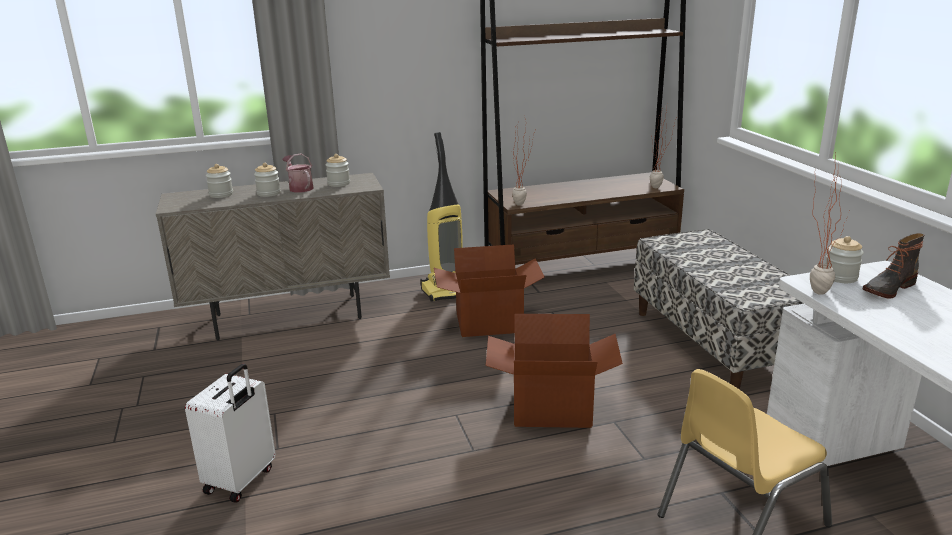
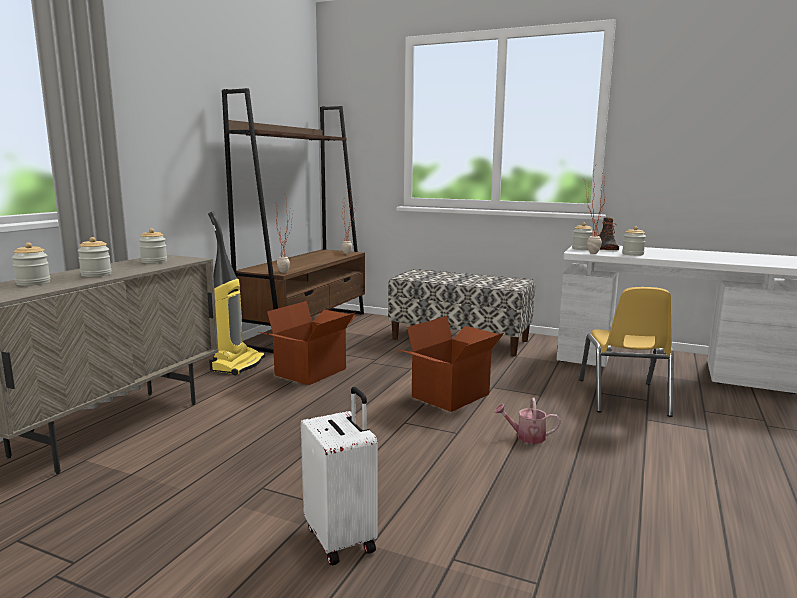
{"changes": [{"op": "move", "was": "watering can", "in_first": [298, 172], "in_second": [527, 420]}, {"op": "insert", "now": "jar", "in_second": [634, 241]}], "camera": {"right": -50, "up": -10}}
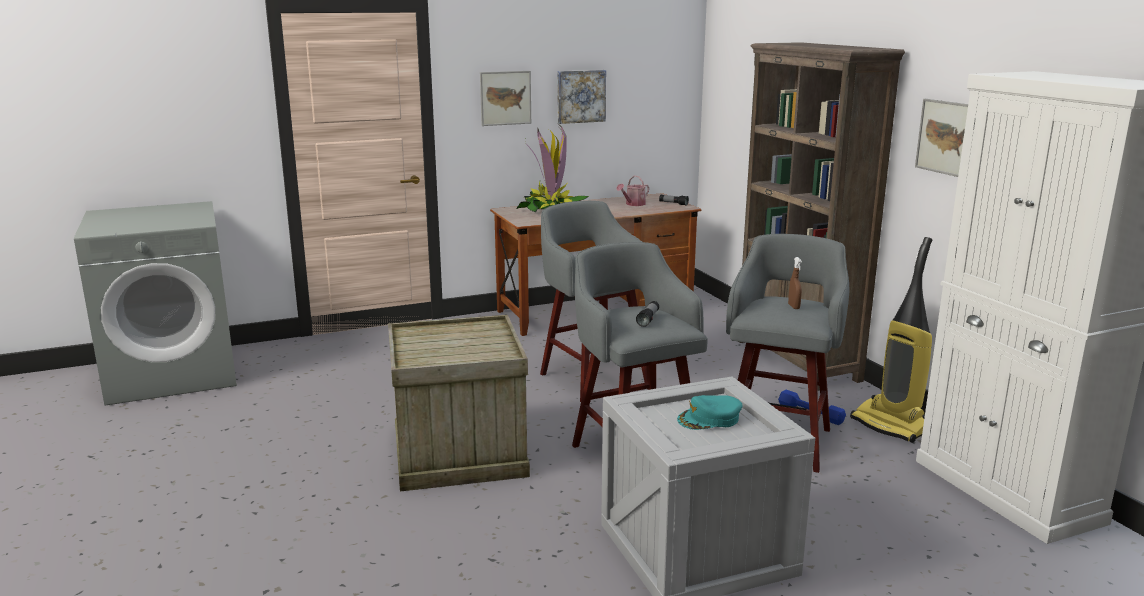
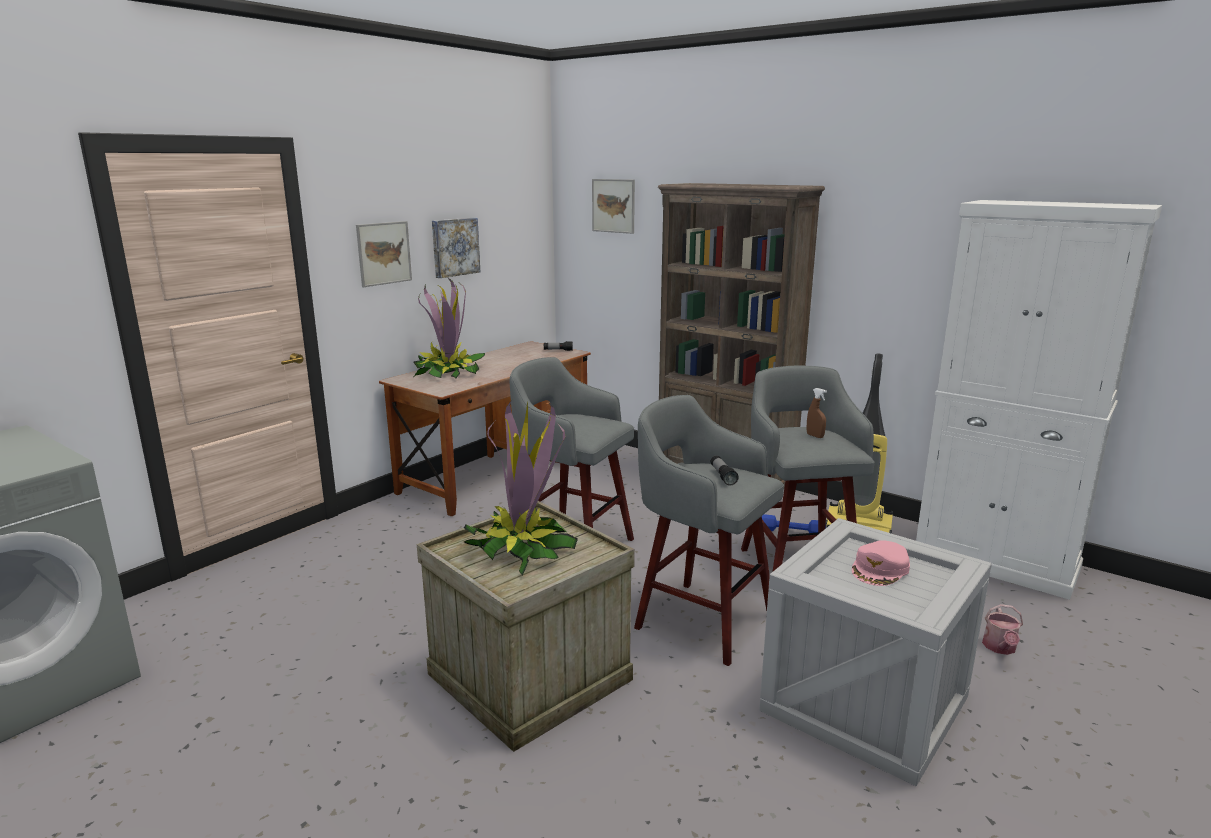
{"changes": [{"op": "insert", "now": "potted plant", "in_second": [521, 488]}, {"op": "move", "was": "picture", "in_first": [941, 138], "in_second": [613, 206]}, {"op": "recolor", "was": "turquoise cap", "now": "pink cap", "in_first": [710, 412], "in_second": [881, 563]}, {"op": "move", "was": "watering can", "in_first": [632, 190], "in_second": [1002, 629]}], "camera": {"right": -30, "up": 0}}
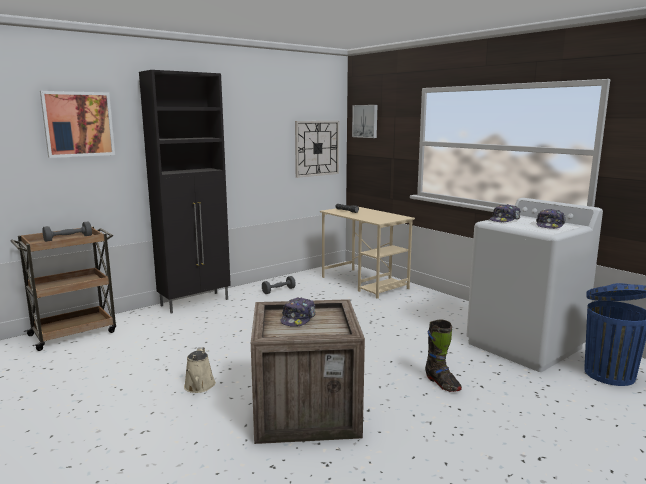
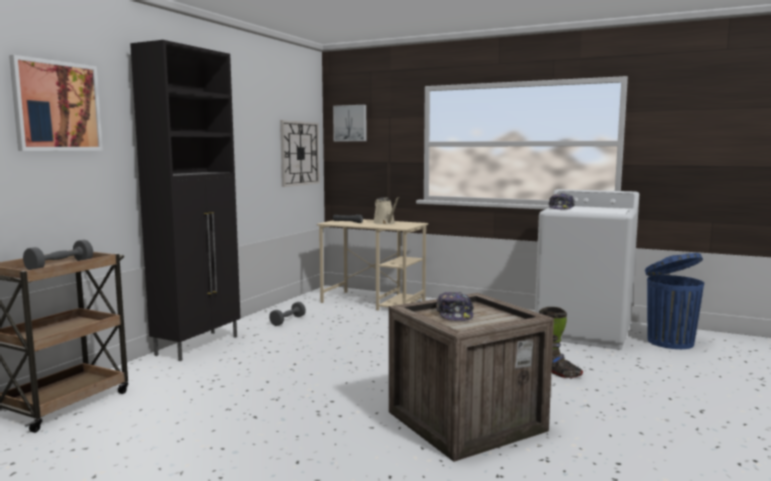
{"changes": [{"op": "move", "was": "beige watering can", "in_first": [200, 370], "in_second": [386, 210]}, {"op": "delete", "was": "cap", "in_first": [550, 219]}], "camera": {"right": -25, "up": -5}}
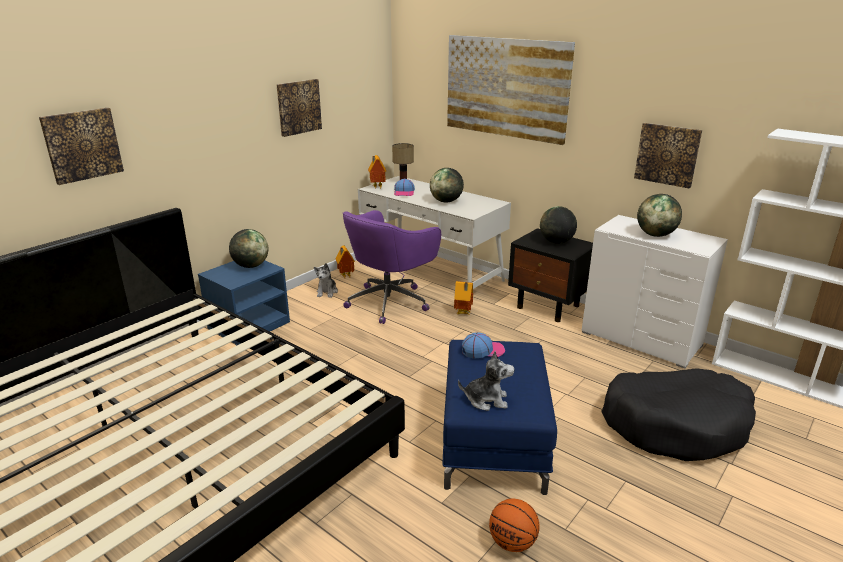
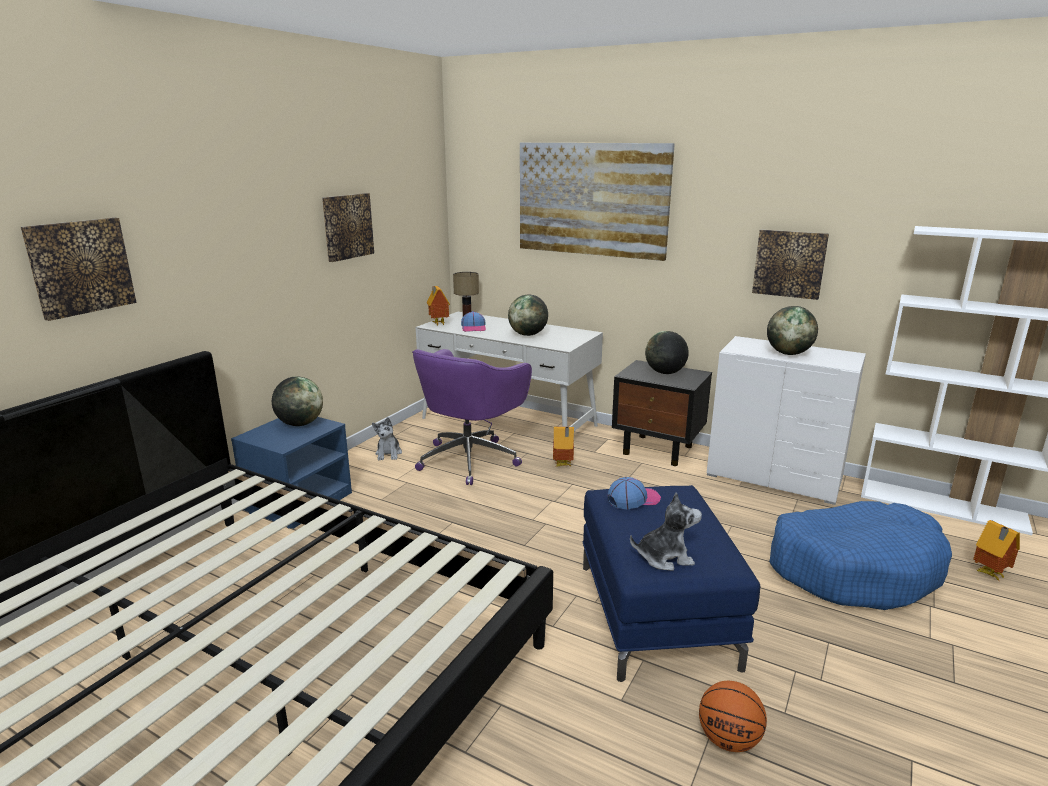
{"changes": [{"op": "recolor", "was": "black dog bed", "now": "blue dog bed", "in_first": [678, 414], "in_second": [861, 555]}, {"op": "move", "was": "toy house", "in_first": [345, 261], "in_second": [996, 551]}], "camera": {"right": -10, "up": -5}}
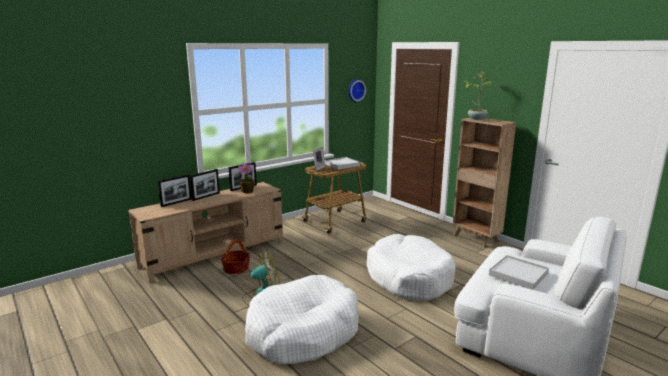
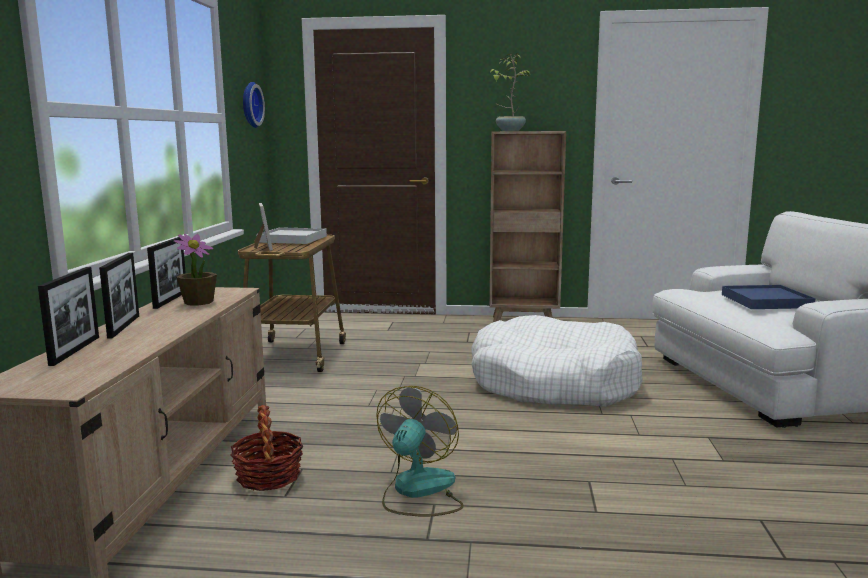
{"changes": [{"op": "recolor", "was": "white tray", "now": "blue tray", "in_first": [519, 272], "in_second": [769, 297]}, {"op": "delete", "was": "white dog bed", "in_first": [302, 319]}], "camera": {"right": -45, "up": -5}}
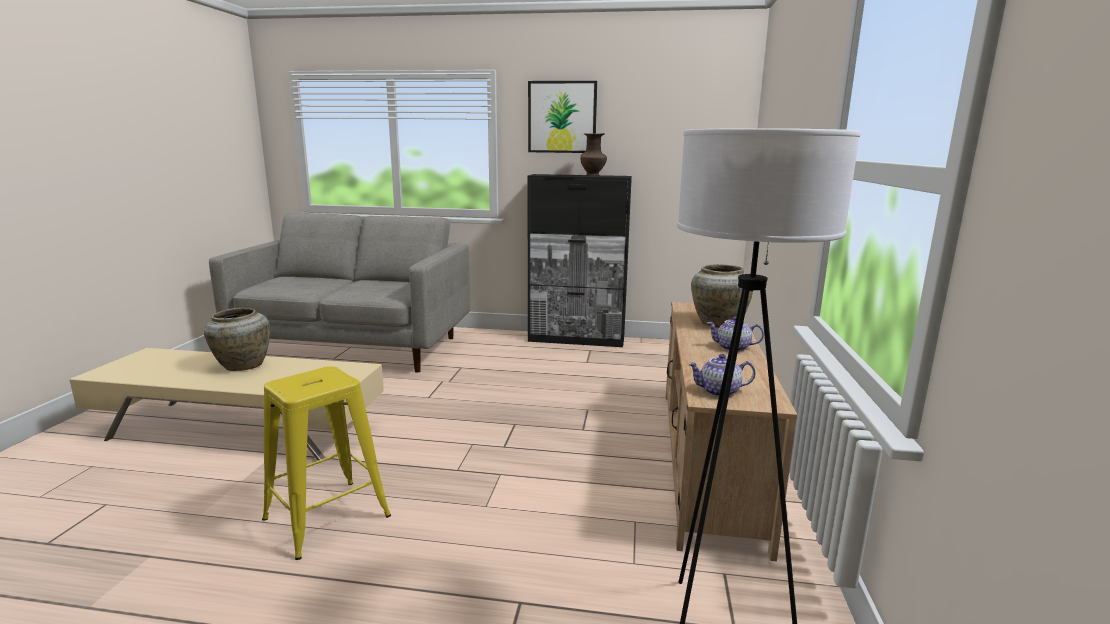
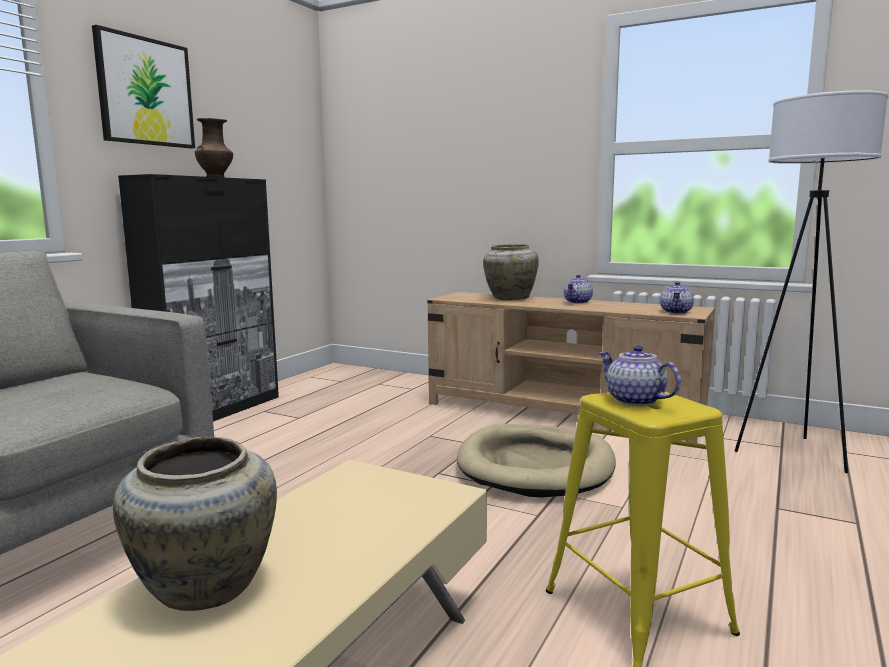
{"changes": [{"op": "insert", "now": "beige dog bed", "in_second": [536, 461]}, {"op": "insert", "now": "teapot", "in_second": [639, 375]}], "camera": {"right": -70, "up": -5}}
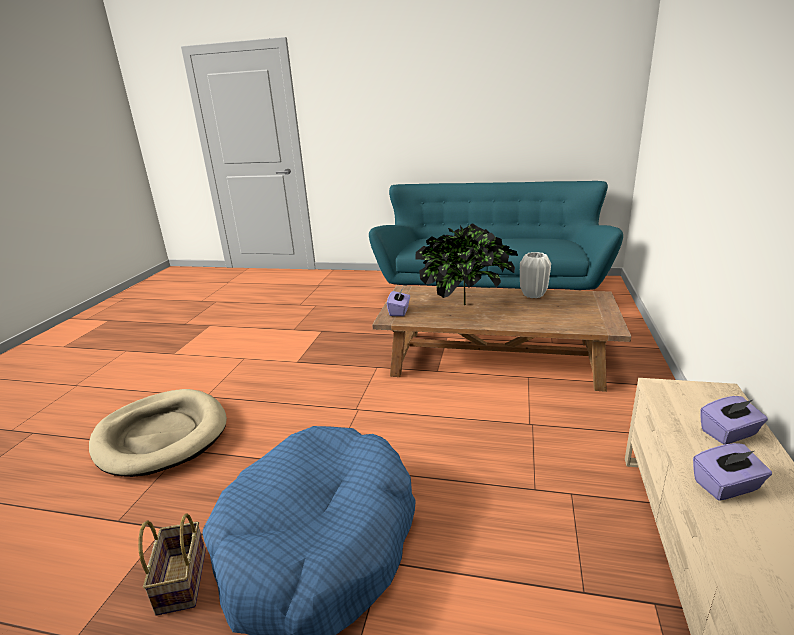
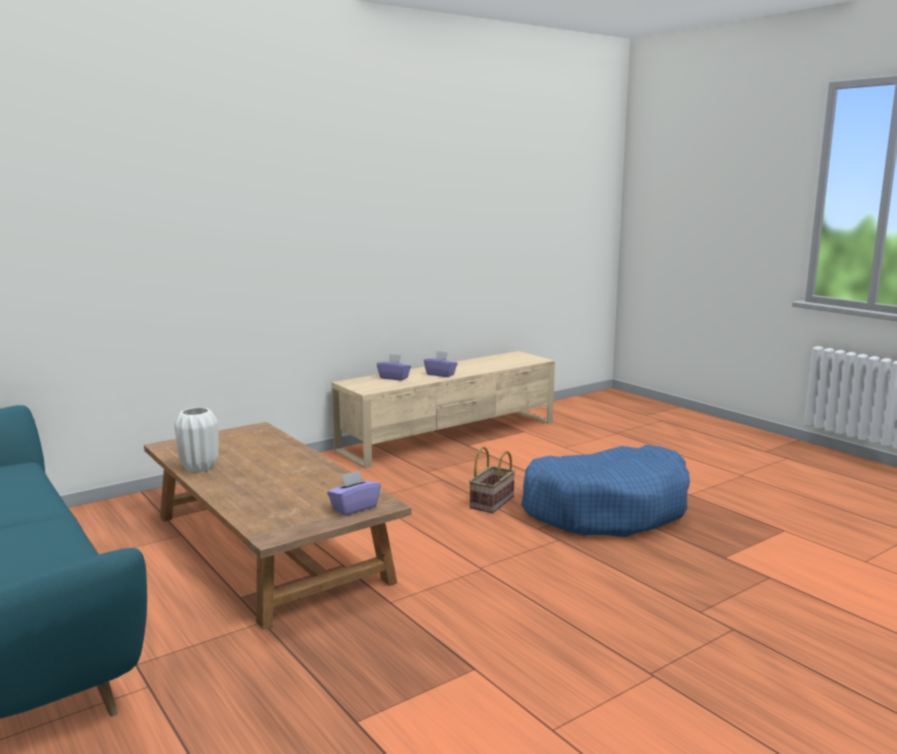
{"changes": [{"op": "move", "was": "basket", "in_first": [172, 564], "in_second": [492, 480]}, {"op": "delete", "was": "beige dog bed", "in_first": [158, 433]}, {"op": "delete", "was": "potted plant", "in_first": [466, 264]}], "camera": {"right": -140, "up": -10}}
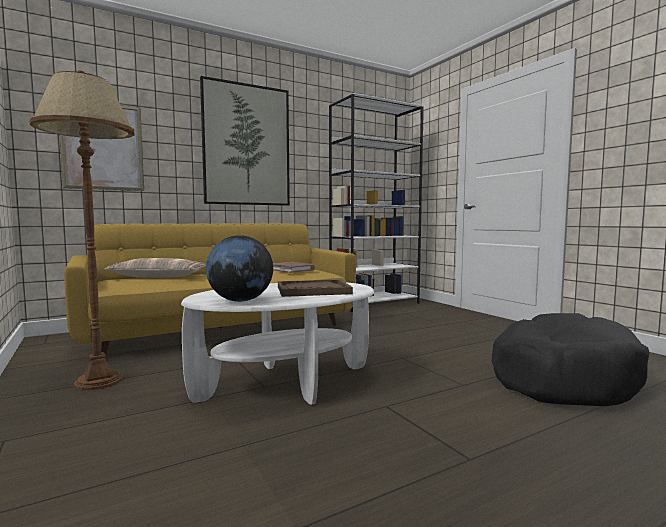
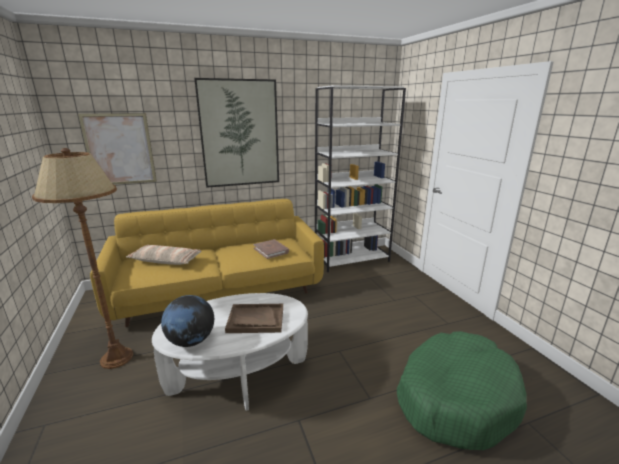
{"changes": [{"op": "recolor", "was": "black dog bed", "now": "green dog bed", "in_first": [571, 359], "in_second": [462, 390]}], "camera": {"right": 10, "up": 15}}
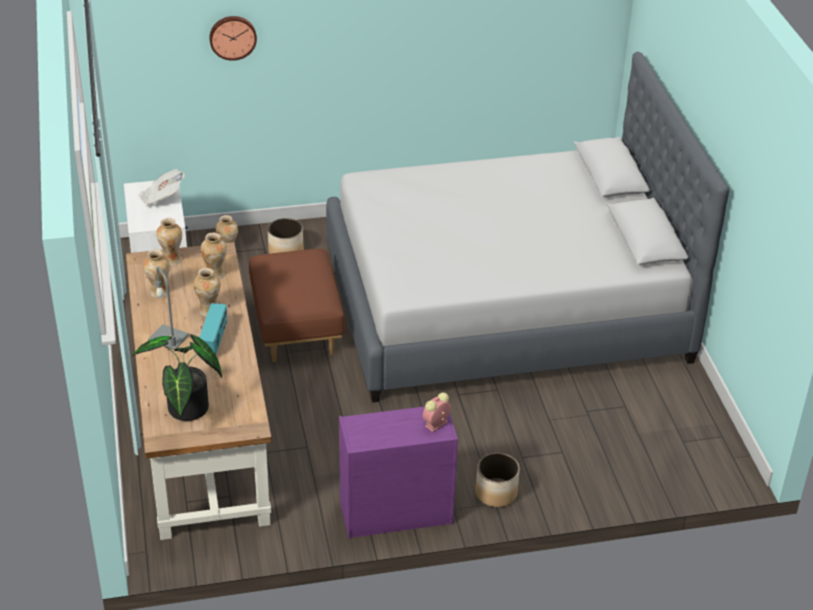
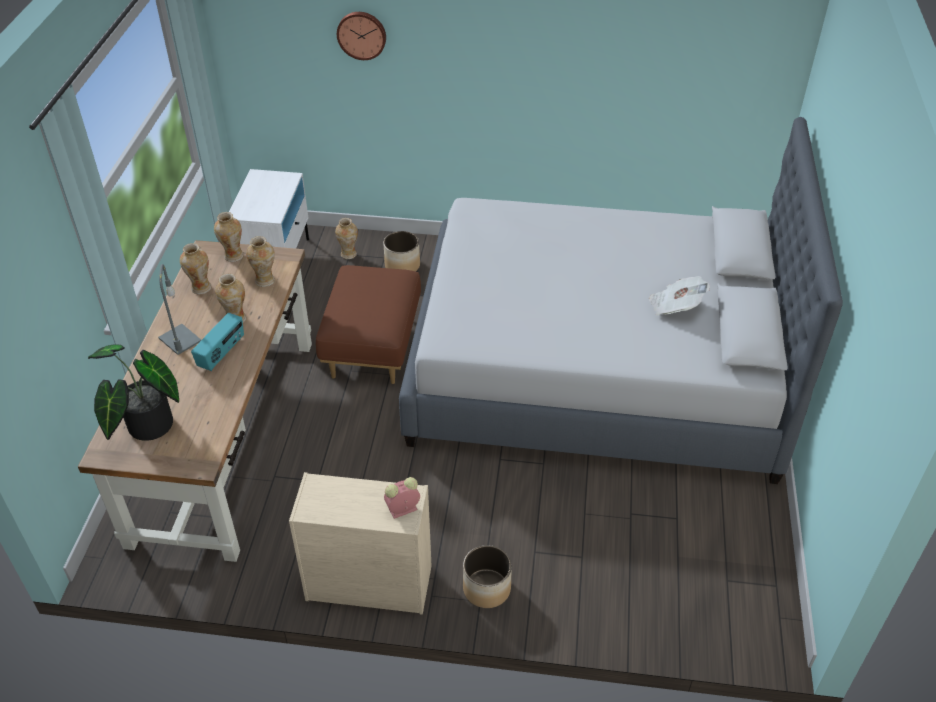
{"changes": [{"op": "recolor", "was": "purple dresser", "now": "beige dresser", "in_first": [398, 472], "in_second": [360, 543]}, {"op": "move", "was": "newspaper", "in_first": [162, 187], "in_second": [679, 295]}], "camera": {"right": 20, "up": 5}}
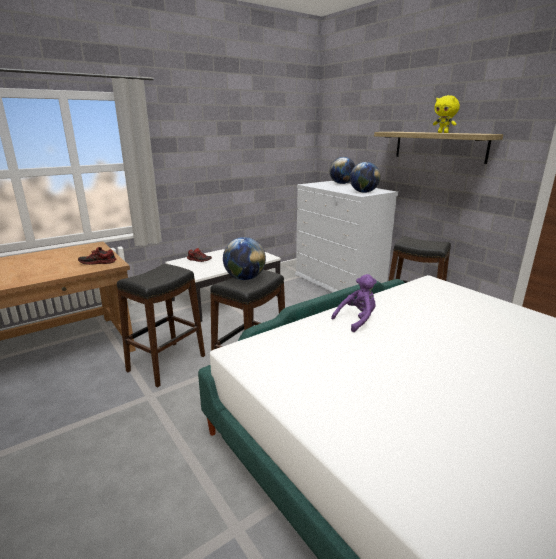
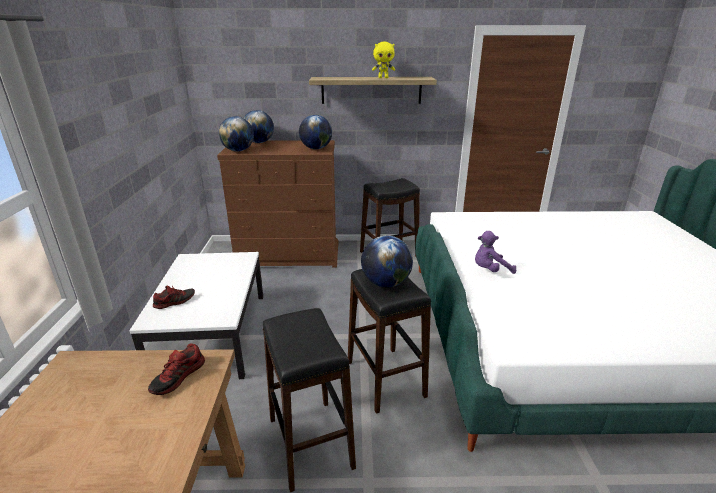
{"changes": [{"op": "recolor", "was": "white dresser", "now": "brown dresser", "in_first": [346, 236], "in_second": [278, 204]}, {"op": "insert", "now": "globe", "in_second": [236, 134]}, {"op": "rotate", "was": "purple plush toy", "in_first": [354, 303], "in_second": [495, 252], "clockwise": -105}], "camera": {"right": -55, "up": 5}}
